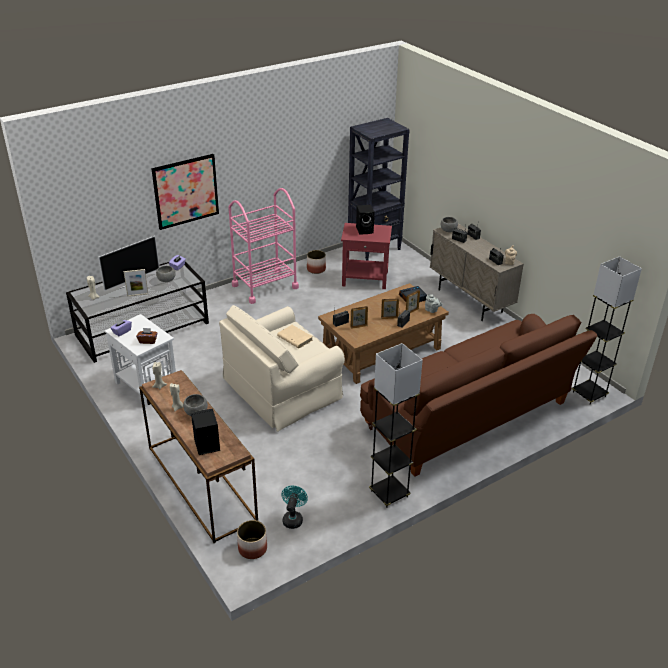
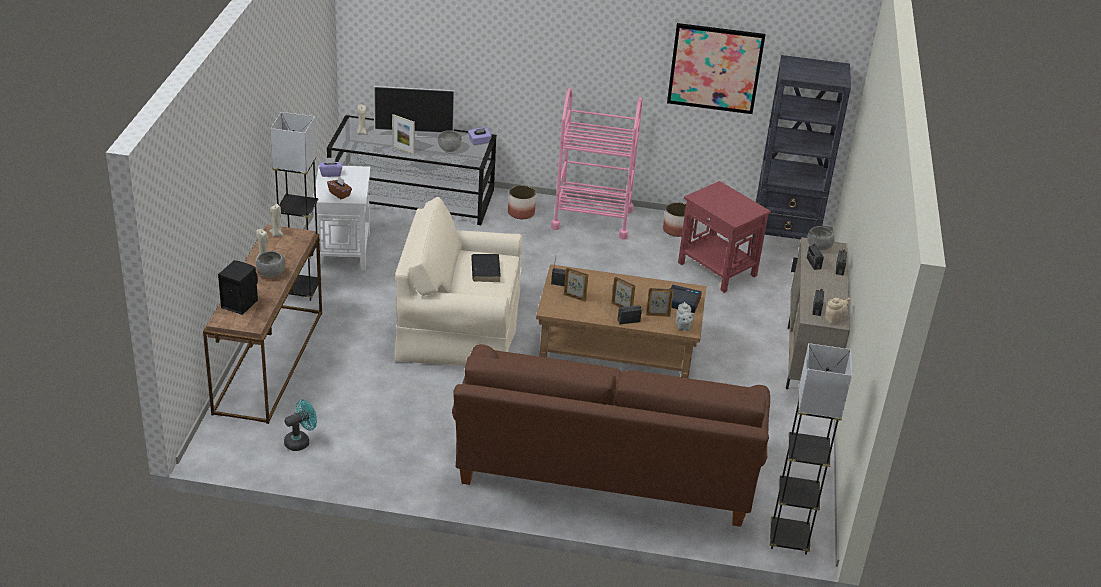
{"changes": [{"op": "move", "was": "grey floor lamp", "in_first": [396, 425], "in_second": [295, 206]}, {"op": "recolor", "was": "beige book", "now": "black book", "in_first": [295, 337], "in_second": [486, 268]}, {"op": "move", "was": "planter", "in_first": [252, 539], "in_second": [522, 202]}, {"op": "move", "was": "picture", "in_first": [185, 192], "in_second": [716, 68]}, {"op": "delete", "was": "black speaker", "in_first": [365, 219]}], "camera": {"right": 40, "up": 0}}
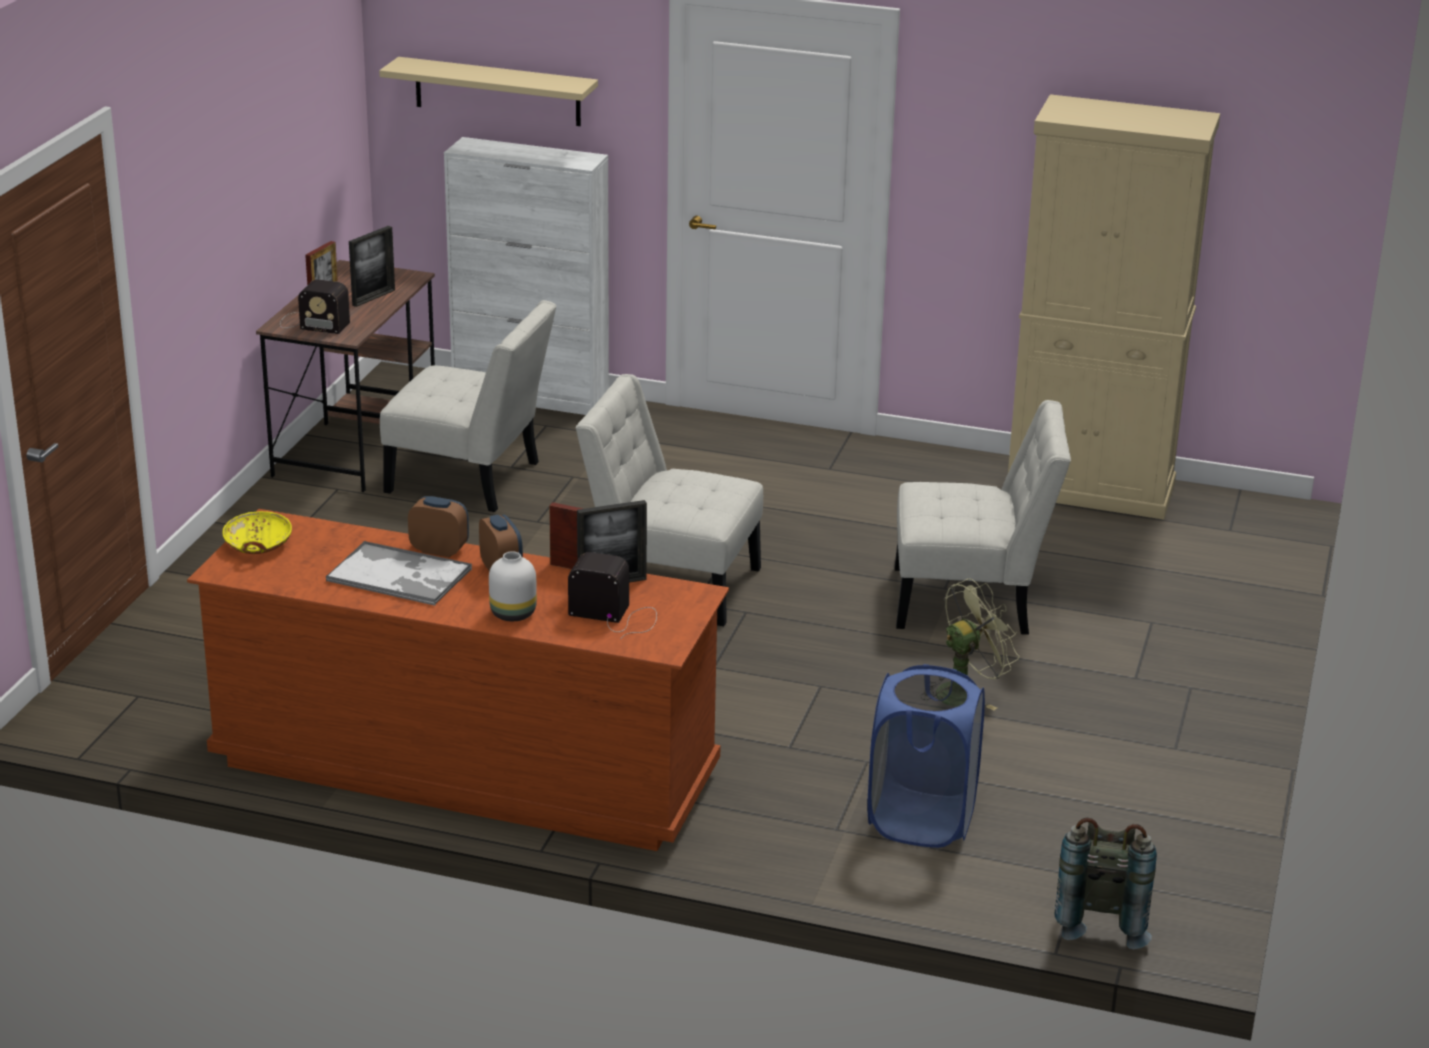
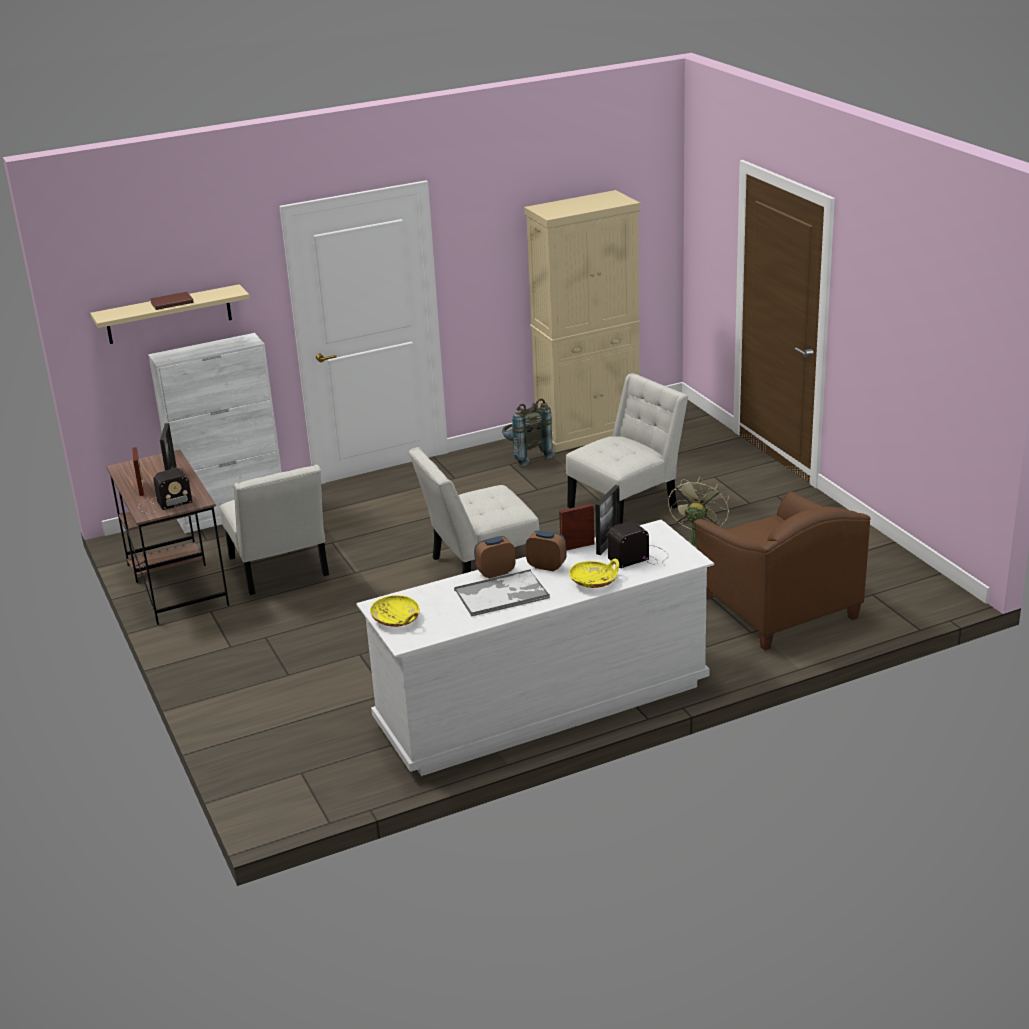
{"changes": [{"op": "insert", "now": "brown book", "in_second": [172, 301]}, {"op": "rotate", "was": "white chair", "in_first": [468, 406], "in_second": [274, 530], "clockwise": 90}, {"op": "recolor", "was": "brown dresser", "now": "white dresser", "in_first": [458, 680], "in_second": [535, 648]}, {"op": "move", "was": "grey backpack", "in_first": [1105, 884], "in_second": [528, 432]}, {"op": "replace", "was": "white vase", "now": "yellow bowl", "in_first": [513, 586], "in_second": [594, 573]}, {"op": "replace", "was": "blue laundry basket", "now": "brown armchair", "in_first": [926, 756], "in_second": [782, 570]}], "camera": {"right": -40, "up": 0}}
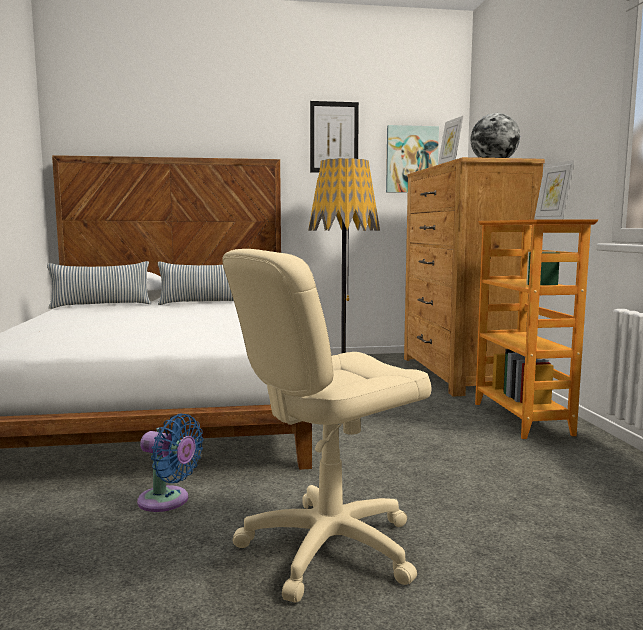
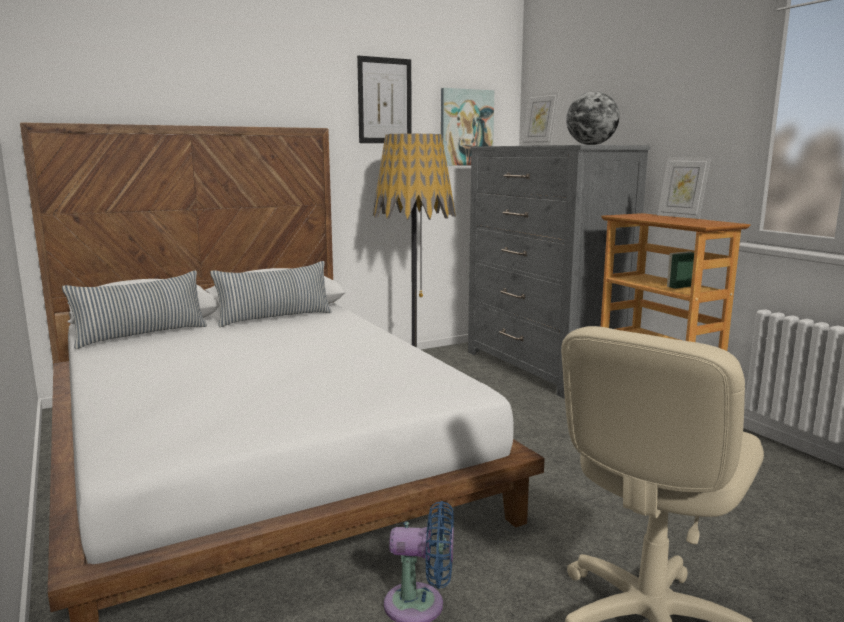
{"changes": [{"op": "recolor", "was": "brown dresser", "now": "grey dresser", "in_first": [474, 276], "in_second": [559, 272]}], "camera": {"right": -20, "up": 5}}
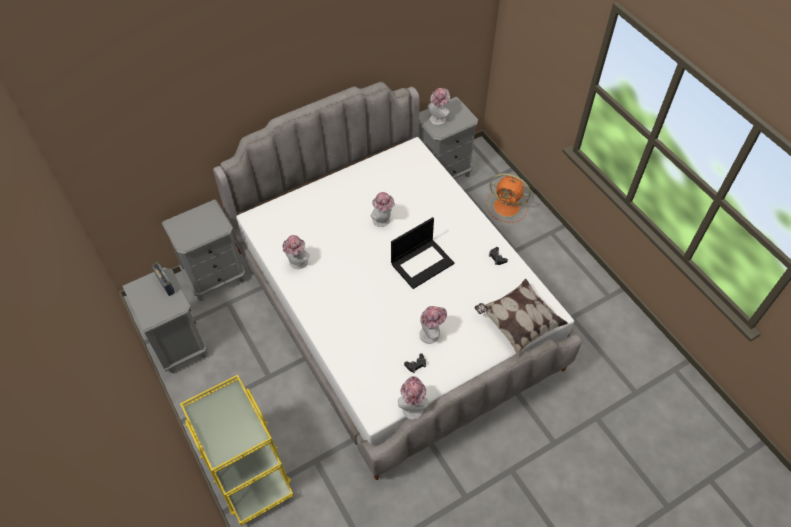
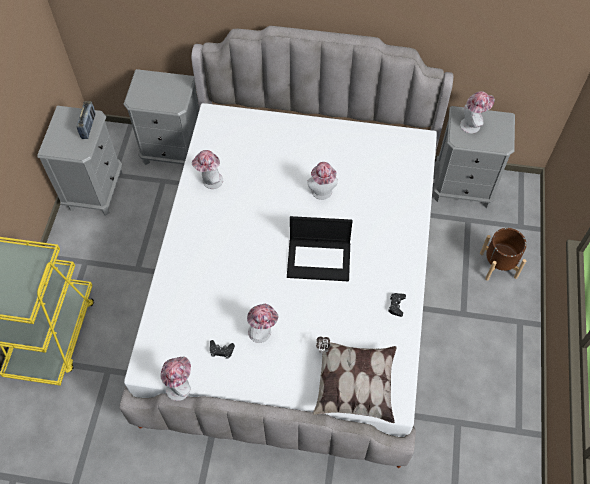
{"changes": [{"op": "replace", "was": "orange fan", "now": "brown planter", "in_first": [509, 198], "in_second": [503, 254]}], "camera": {"right": 40, "up": 5}}
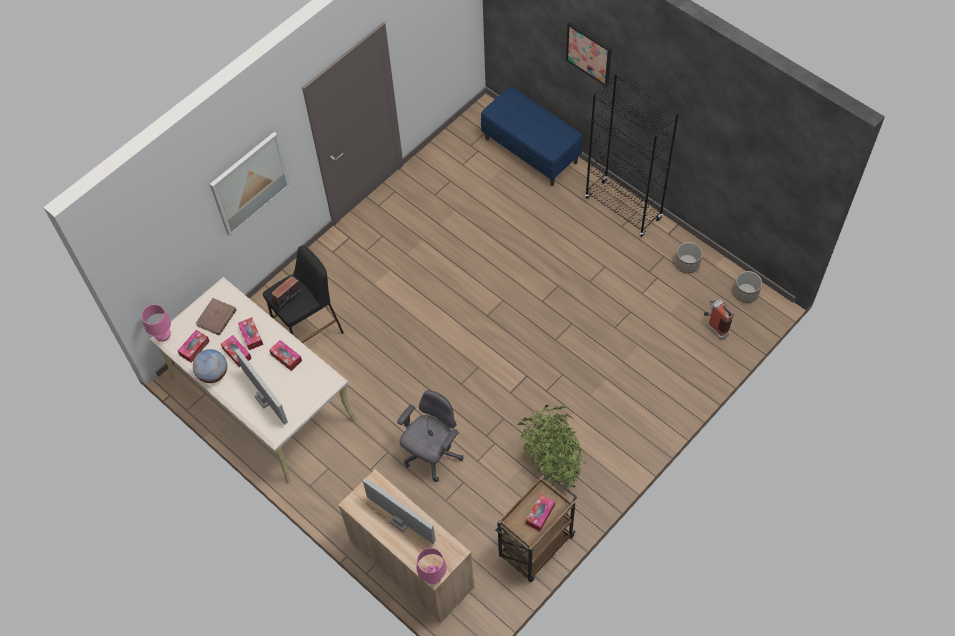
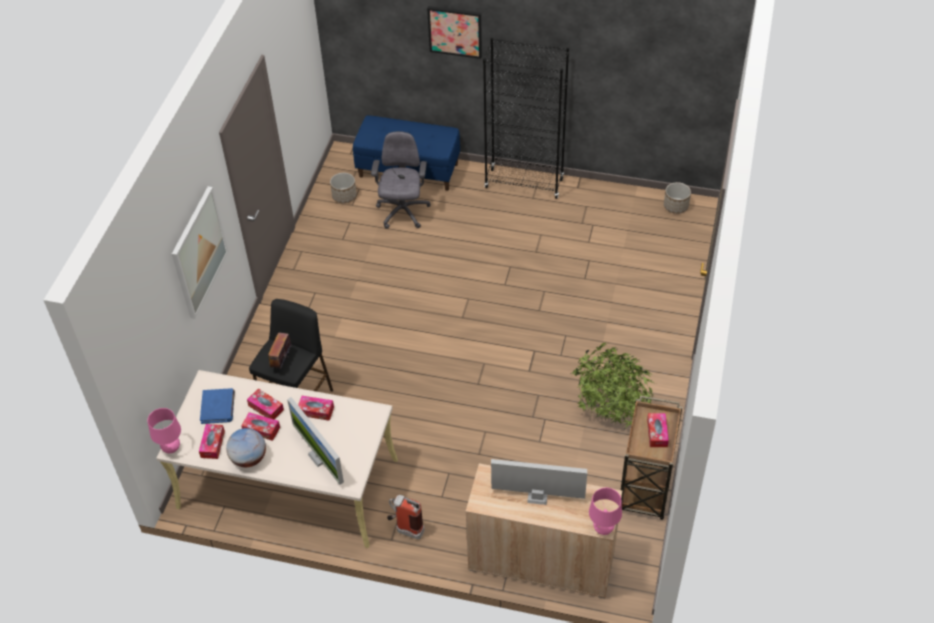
{"changes": [{"op": "recolor", "was": "brown book", "now": "blue book", "in_first": [216, 316], "in_second": [217, 406]}, {"op": "rotate", "was": "monitor", "in_first": [261, 386], "in_second": [315, 441], "clockwise": -150}, {"op": "move", "was": "planter", "in_first": [688, 257], "in_second": [343, 188]}, {"op": "move", "was": "grey office chair", "in_first": [430, 436], "in_second": [401, 180]}, {"op": "move", "was": "fire extinguisher", "in_first": [719, 319], "in_second": [406, 517]}], "camera": {"right": -30, "up": -10}}
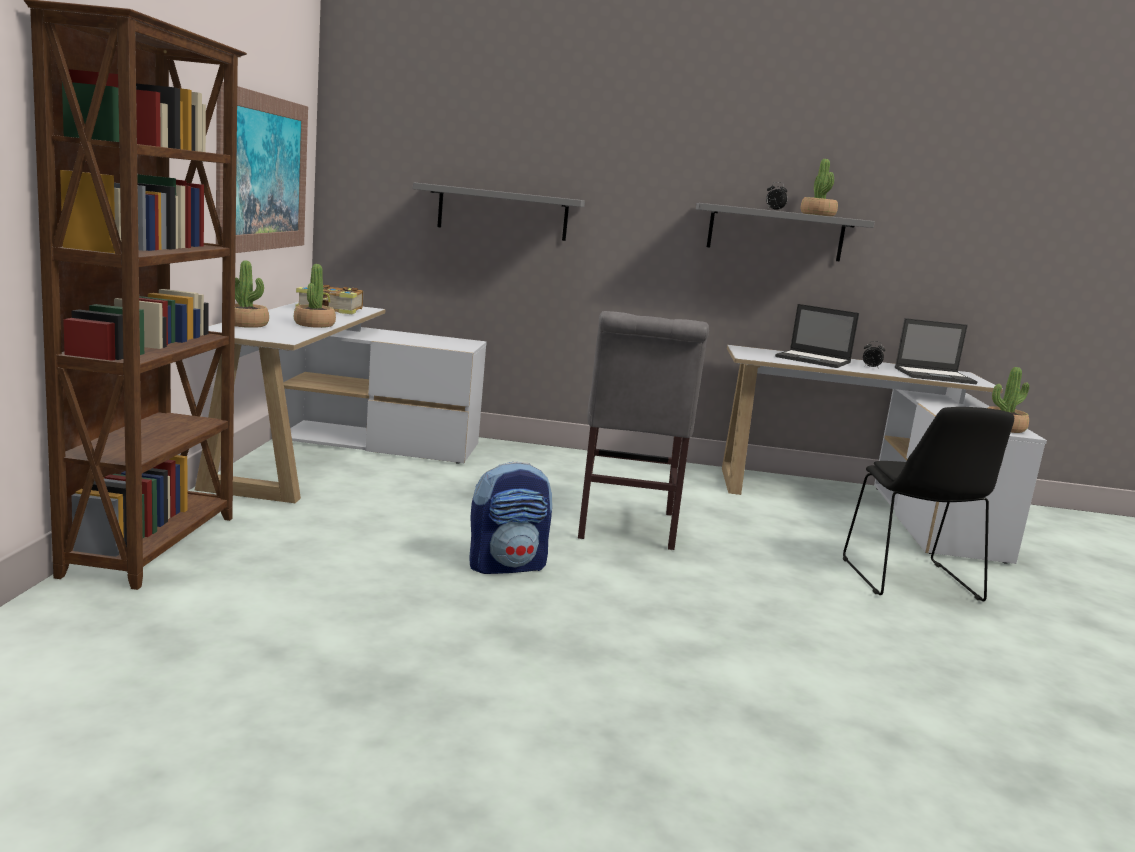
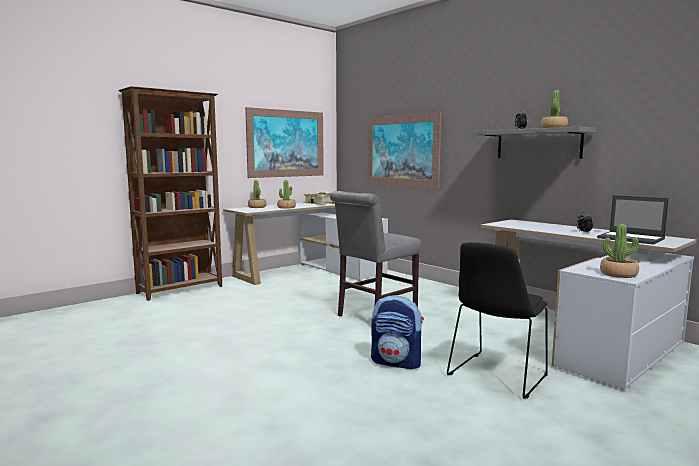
{"changes": [{"op": "replace", "was": "grey shelf", "now": "picture", "in_first": [499, 211], "in_second": [404, 150]}, {"op": "move", "was": "backpack", "in_first": [510, 518], "in_second": [397, 332]}, {"op": "delete", "was": "laptop", "in_first": [817, 336]}], "camera": {"right": 45, "up": -5}}
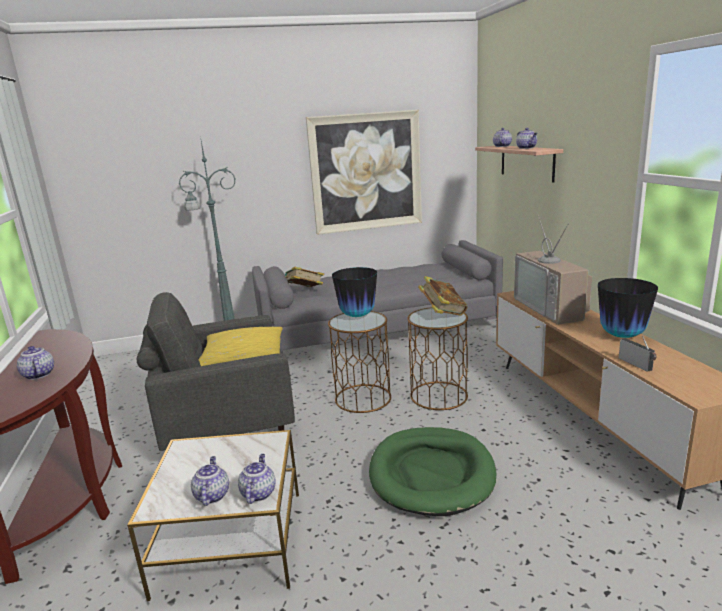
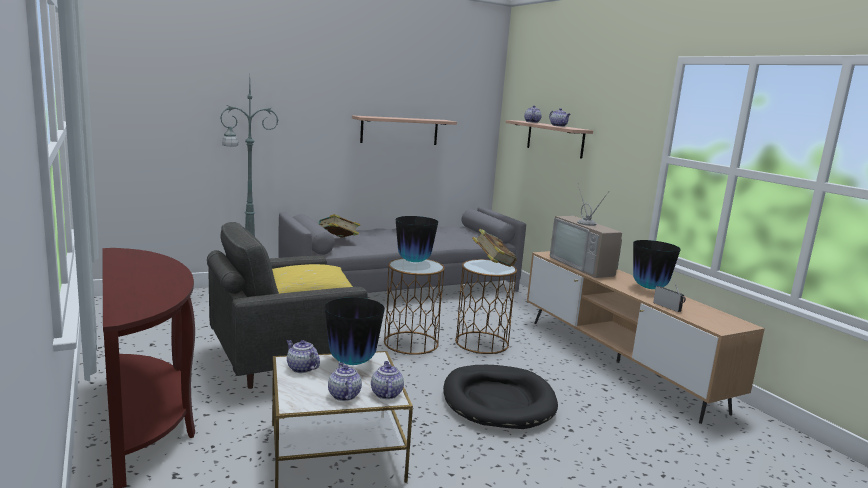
{"changes": [{"op": "move", "was": "teapot", "in_first": [35, 363], "in_second": [303, 356]}, {"op": "insert", "now": "vase", "in_second": [355, 331]}, {"op": "replace", "was": "picture", "now": "shelf", "in_first": [364, 172], "in_second": [404, 130]}, {"op": "recolor", "was": "green dog bed", "now": "black dog bed", "in_first": [432, 471], "in_second": [500, 397]}], "camera": {"right": -15, "up": -5}}
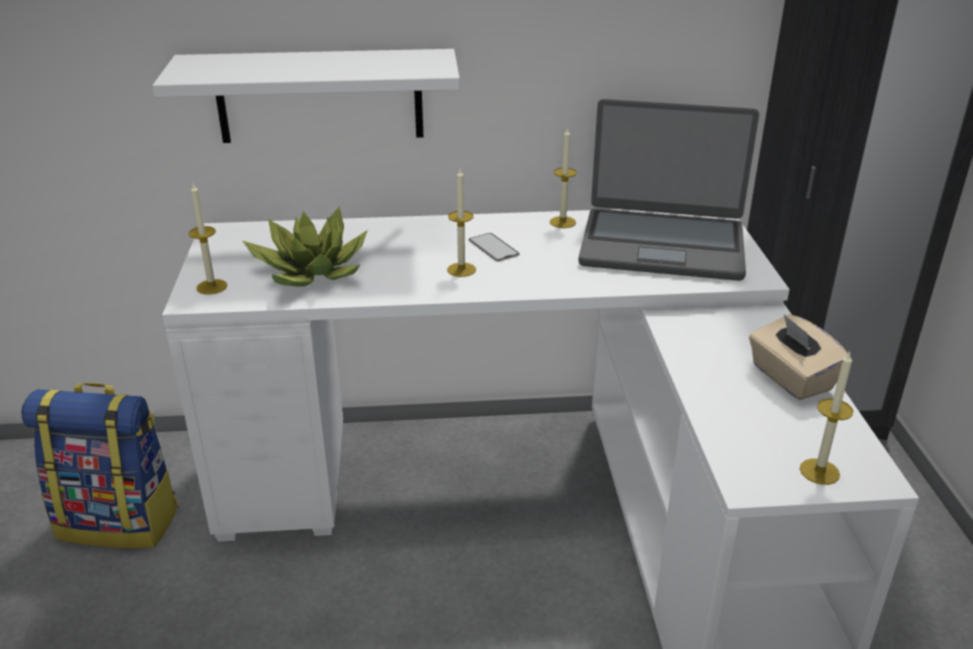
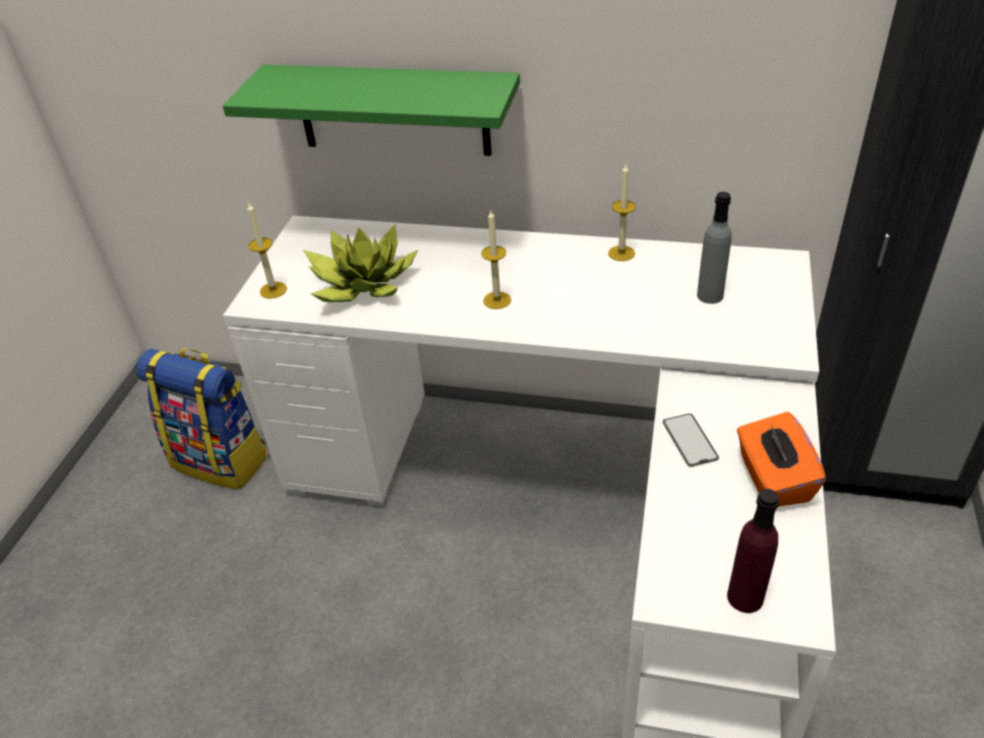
{"changes": [{"op": "recolor", "was": "white shelf", "now": "green shelf", "in_first": [306, 96], "in_second": [371, 110]}, {"op": "move", "was": "phone", "in_first": [494, 247], "in_second": [691, 440]}, {"op": "replace", "was": "laptop", "now": "grey bottle", "in_first": [668, 190], "in_second": [714, 248]}, {"op": "replace", "was": "candle", "now": "purple bottle", "in_first": [826, 418], "in_second": [753, 551]}, {"op": "recolor", "was": "beige tissue box", "now": "orange tissue box", "in_first": [798, 357], "in_second": [781, 459]}], "camera": {"right": 20, "up": 10}}
